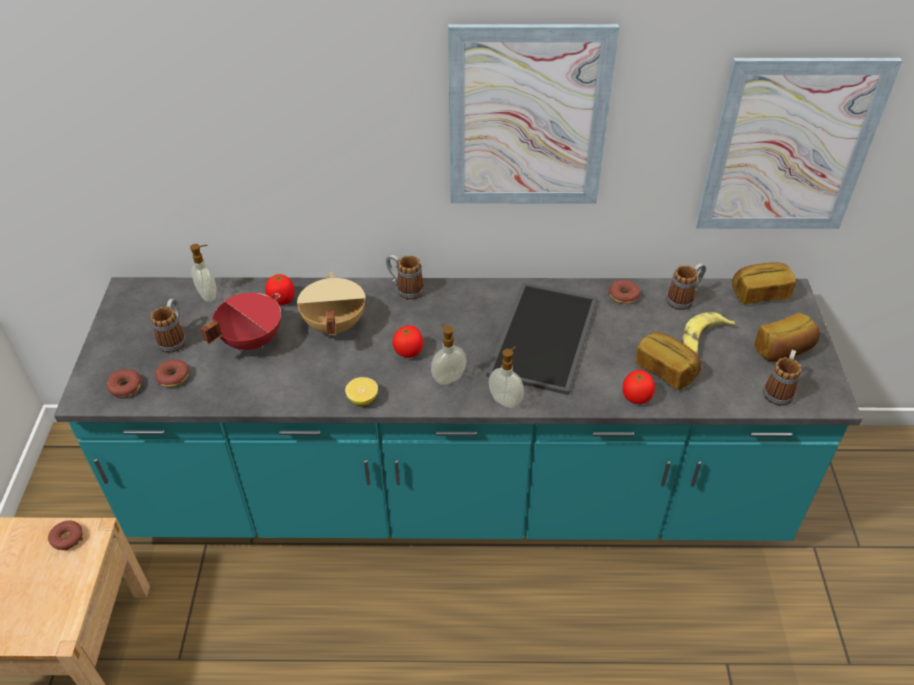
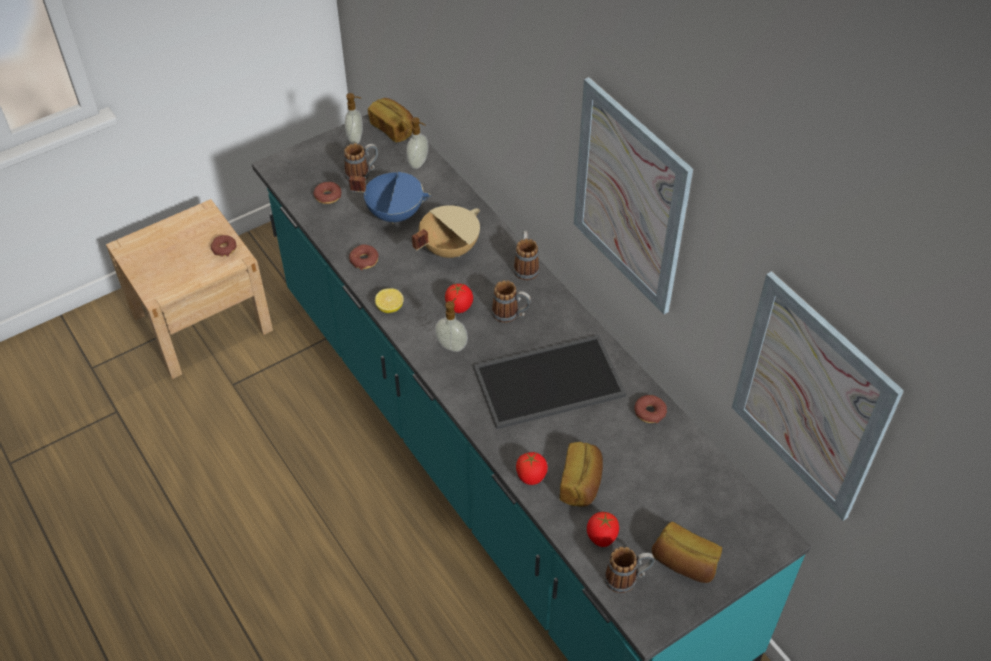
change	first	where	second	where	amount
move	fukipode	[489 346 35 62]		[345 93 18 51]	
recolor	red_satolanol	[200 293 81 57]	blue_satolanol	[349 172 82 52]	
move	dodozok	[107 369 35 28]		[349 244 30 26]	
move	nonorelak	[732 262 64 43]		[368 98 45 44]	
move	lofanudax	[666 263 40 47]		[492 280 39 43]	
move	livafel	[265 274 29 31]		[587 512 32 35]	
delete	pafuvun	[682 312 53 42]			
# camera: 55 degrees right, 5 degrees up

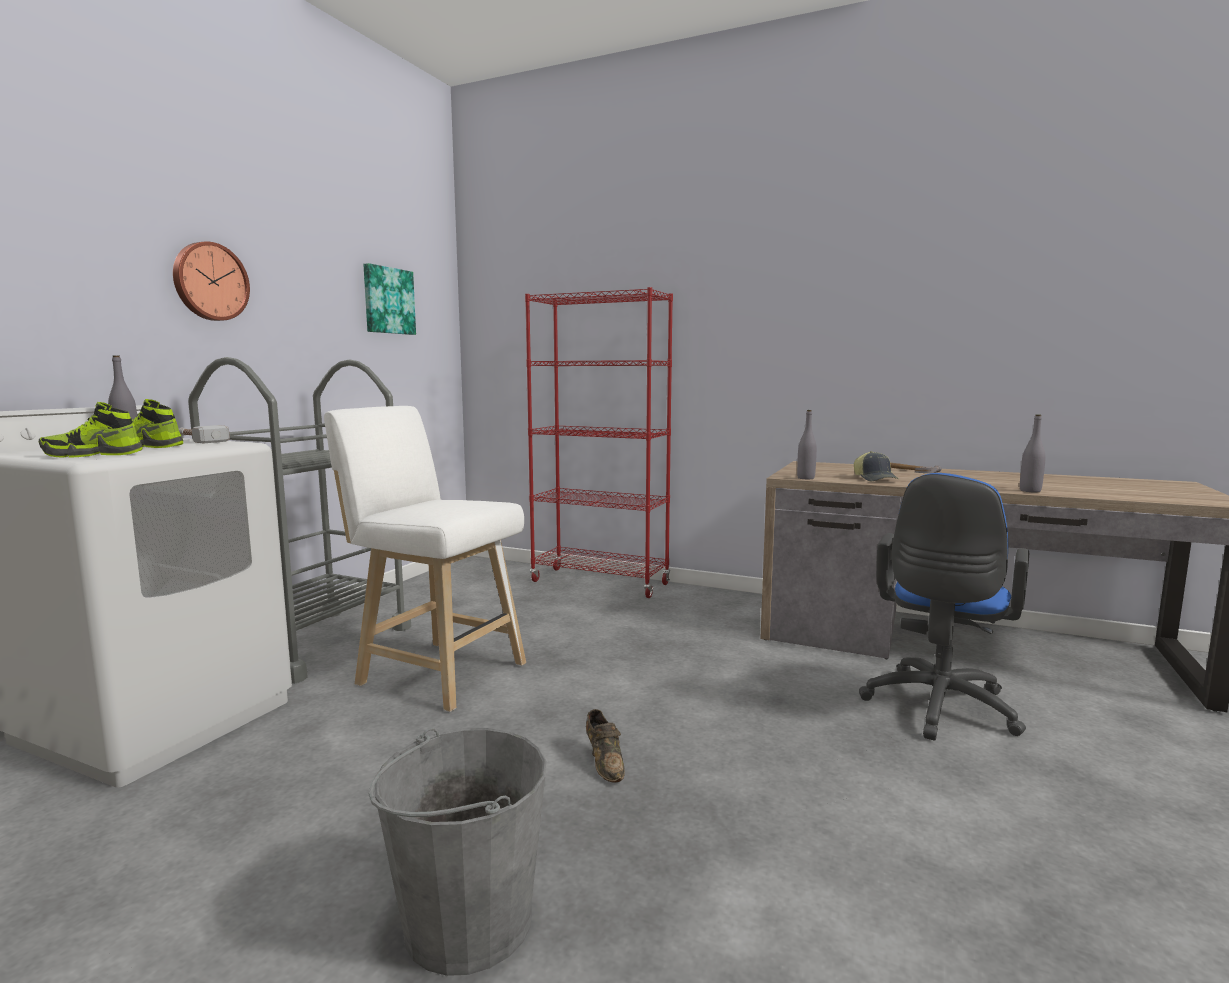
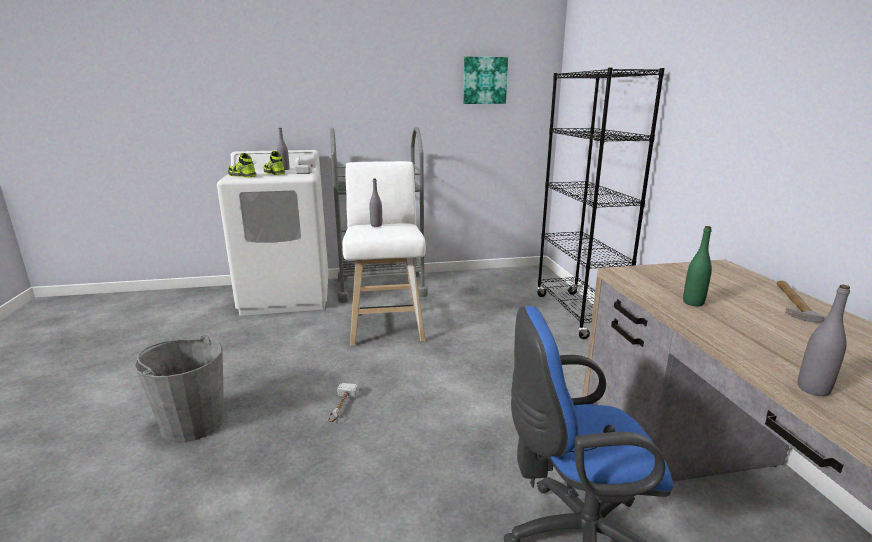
change	first	where	second	where	amount
replace	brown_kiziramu	[586 709 39 74]	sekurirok	[328 383 31 39]	
move	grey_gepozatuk	[797 410 20 69]		[370 178 12 49]	
recolor	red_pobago	[525 287 148 311]	black_pobago	[537 68 128 271]	
replace	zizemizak	[854 451 45 30]	green_gepozatuk	[683 226 29 80]	
delete	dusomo	[173 241 77 80]			
# camera: 55 degrees right, 10 degrees up

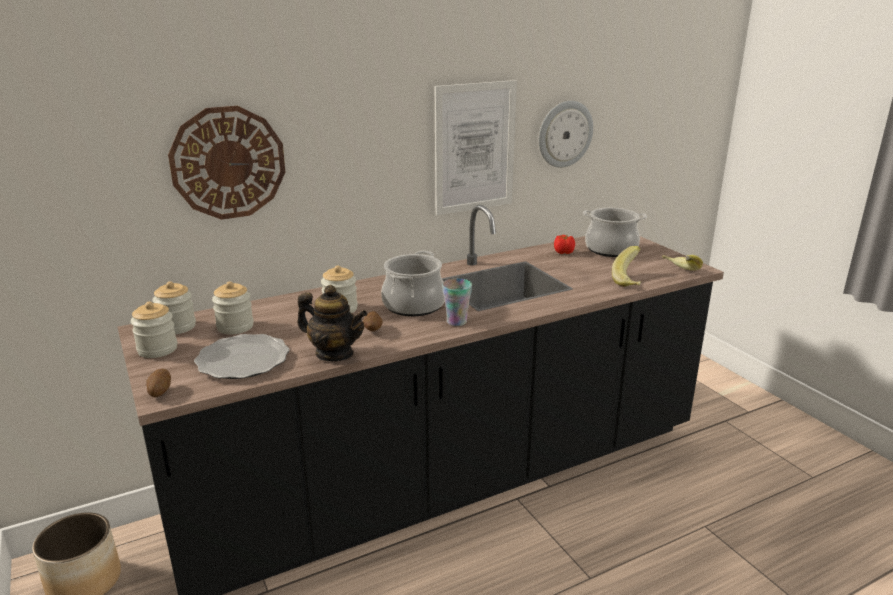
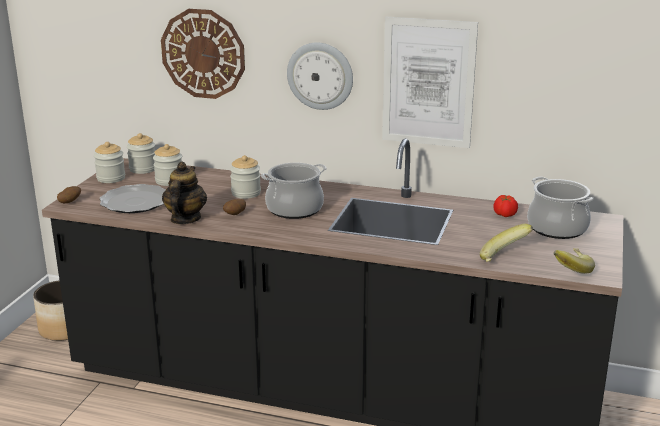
change	first	where	second	where	amount
rotate	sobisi	[297 285 71 76]		[162 162 45 62]	150 degrees counterclockwise
move	dusomo	[539 101 54 67]		[287 42 66 68]	
delete	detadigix	[442 278 30 48]			
# camera: 45 degrees right, 0 degrees up

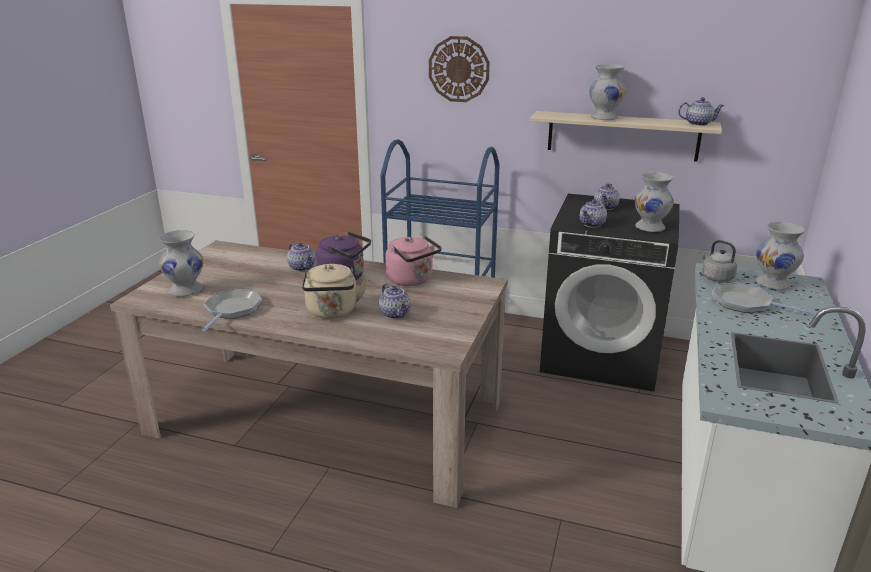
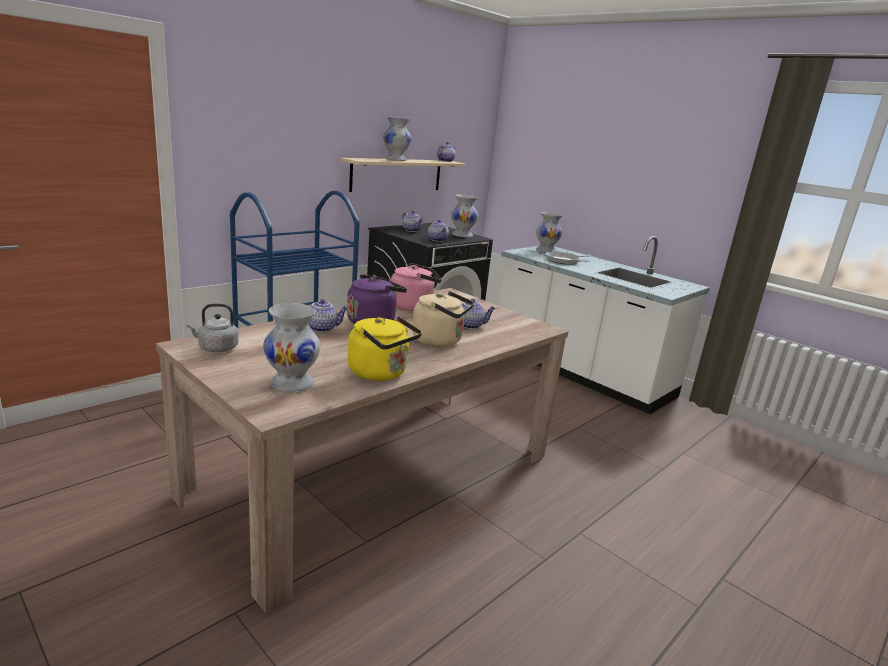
change	first	where	second	where	amount
move	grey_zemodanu	[699 240 38 42]		[187 304 52 48]	
replace	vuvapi	[202 289 60 43]	yellow_zemodanu	[348 316 74 65]	
delete	dusomo	[429 36 61 66]			
# camera: 65 degrees left, 5 degrees down

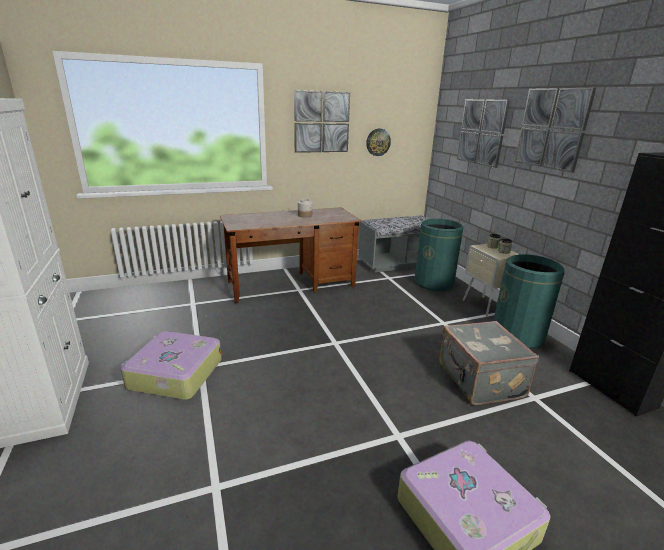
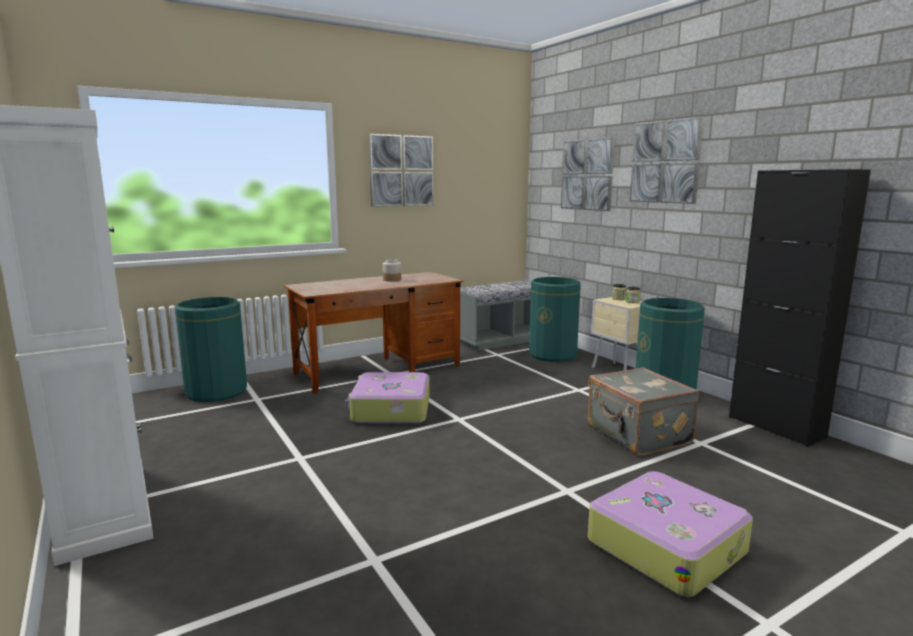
change	first	where	second	where	amount
insert			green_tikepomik	[175 297 72 105]	
move	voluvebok	[121 331 101 69]		[345 372 85 52]	
delete	dusomo	[366 129 25 27]			
# camera: 10 degrees left, 10 degrees down

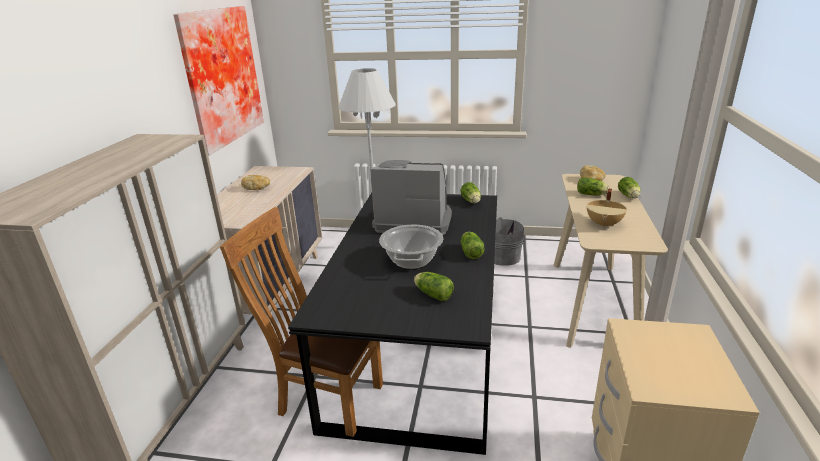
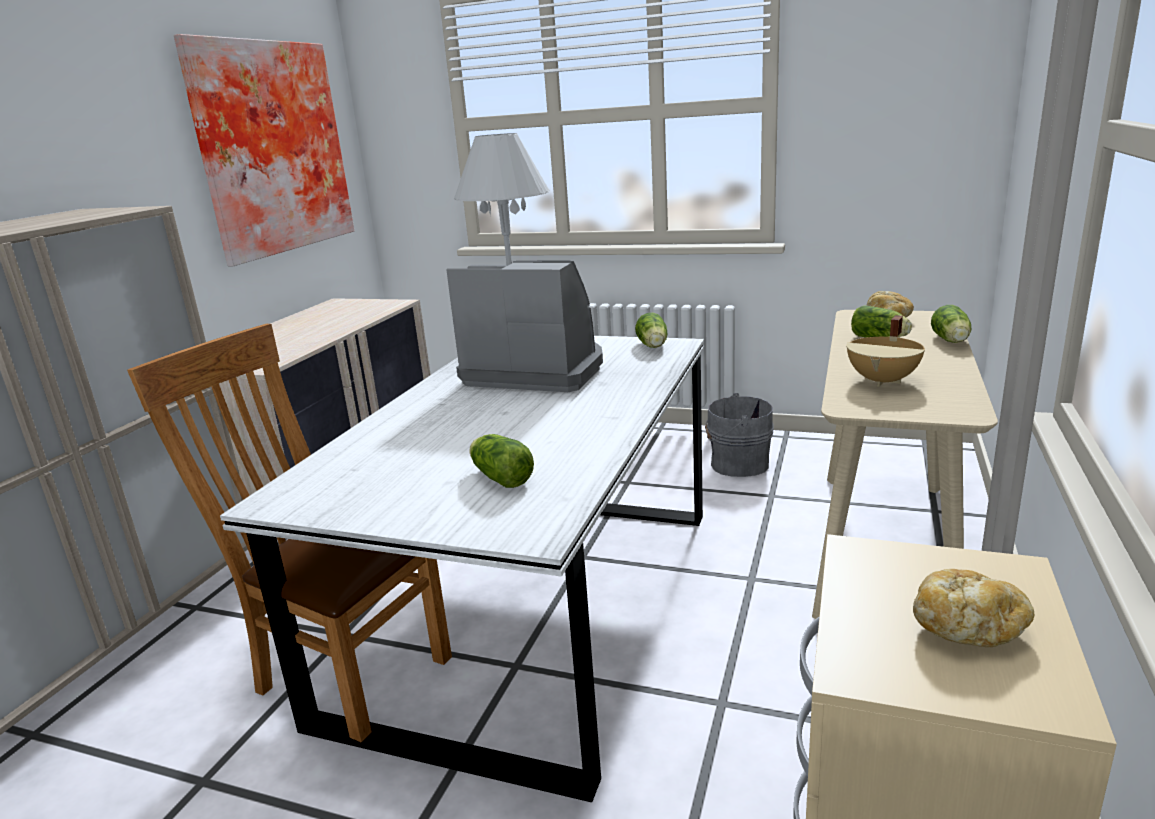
change	first	where	second	where	amount
recolor	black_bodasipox	[288 193 209 262]	white_bodasipox	[220 336 484 466]	
move	nonorelak	[241 175 29 15]		[913 569 121 78]	
delete	satolanol	[379 225 64 44]			
delete	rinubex	[461 232 24 27]			
# camera: 10 degrees right, 5 degrees down

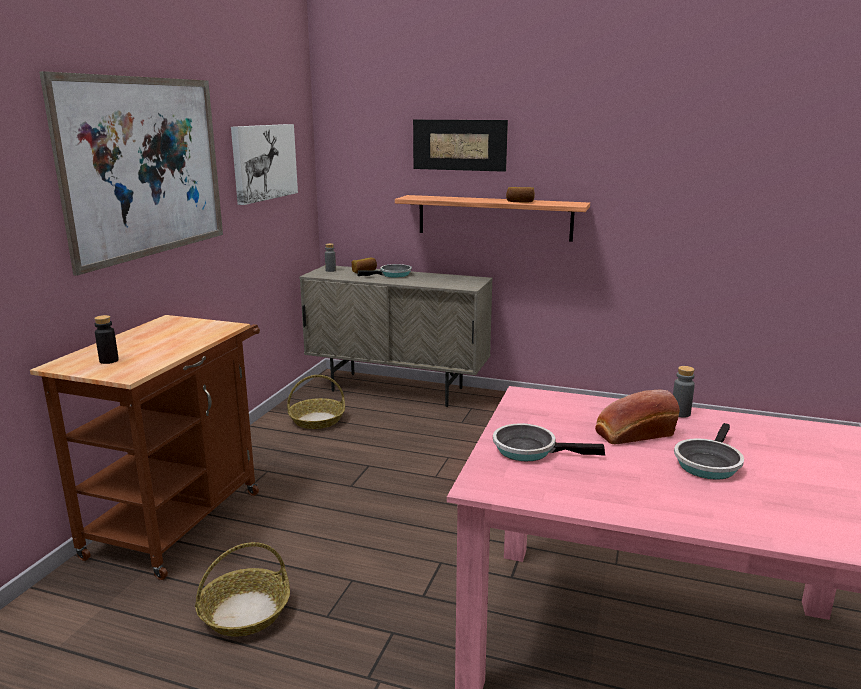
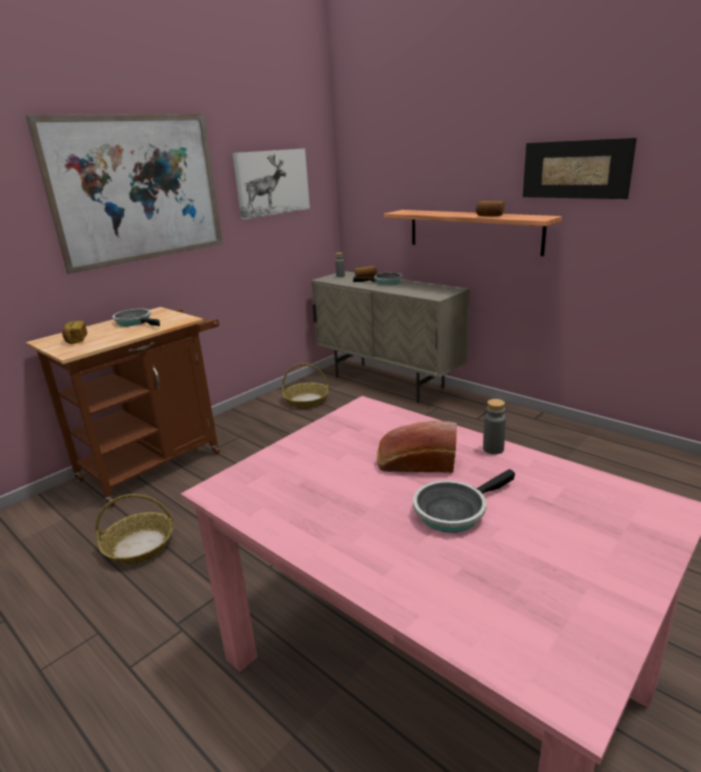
change	first	where	second	where	amount
replace	black_gepozatuk	[94 315 25 49]	nonorelak	[62 321 25 23]	
move	vuvapi	[493 423 112 38]		[112 309 48 17]	
move	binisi	[413 120 95 52]		[523 138 114 61]	
# camera: 25 degrees right, 5 degrees up

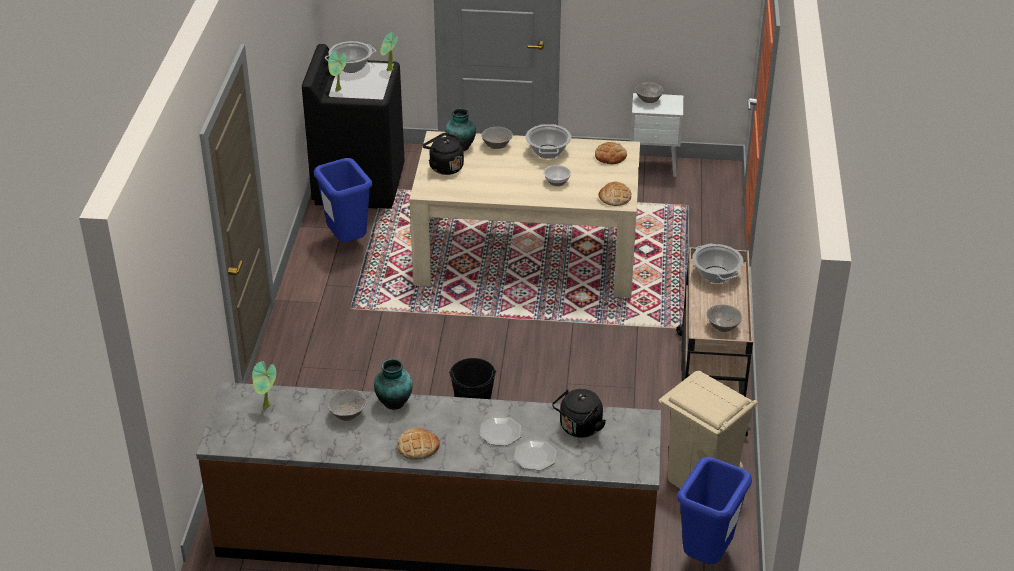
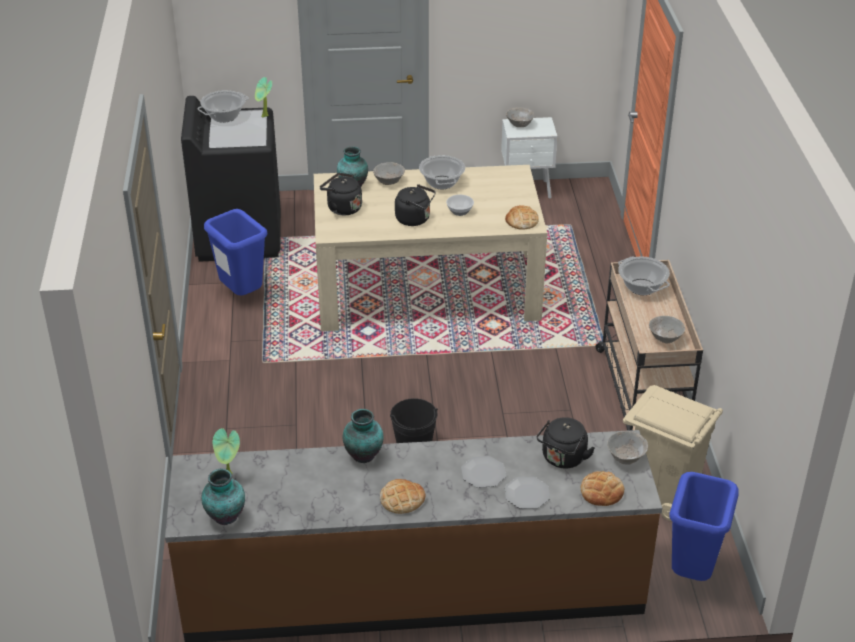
change	first	where	second	where	amount
insert			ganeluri	[201 468 44 57]	
insert			black_zemodanu	[395 184 41 42]	
move	nonorelak	[595 142 32 22]		[581 471 43 35]	
move	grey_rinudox	[328 389 39 32]		[607 431 41 34]	
delete	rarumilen	[328 51 19 41]			
# camera: 10 degrees left, 0 degrees up

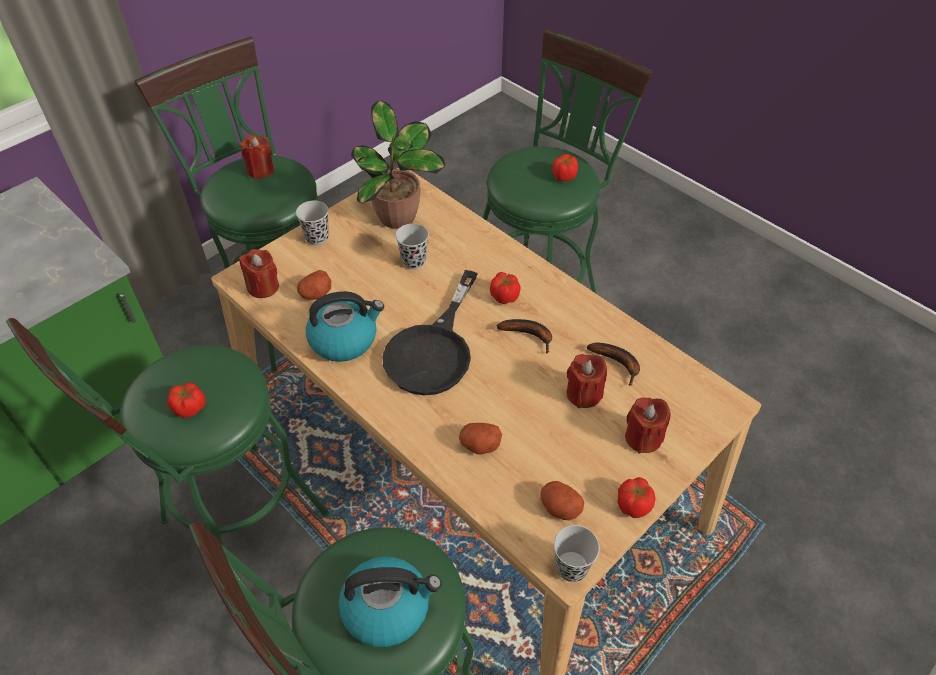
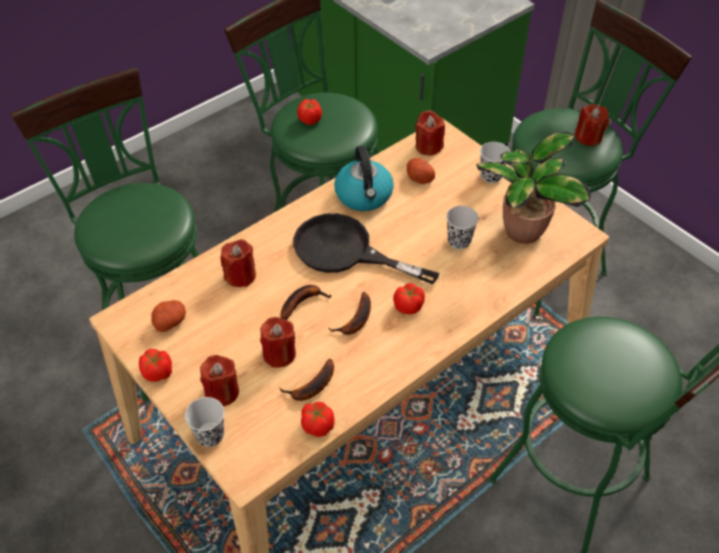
change	first	where	second	where	amount
move	black_detadigix	[554 525 46 57]		[185 397 39 50]	
replace	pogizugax	[459 423 43 31]	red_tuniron	[220 239 36 48]	
insert			pafuvun	[280 285 52 35]	
move	livafel	[552 154 26 27]		[301 402 34 35]	
delete	zemodanu	[339 557 103 90]			
# camera: 95 degrees right, 0 degrees up

